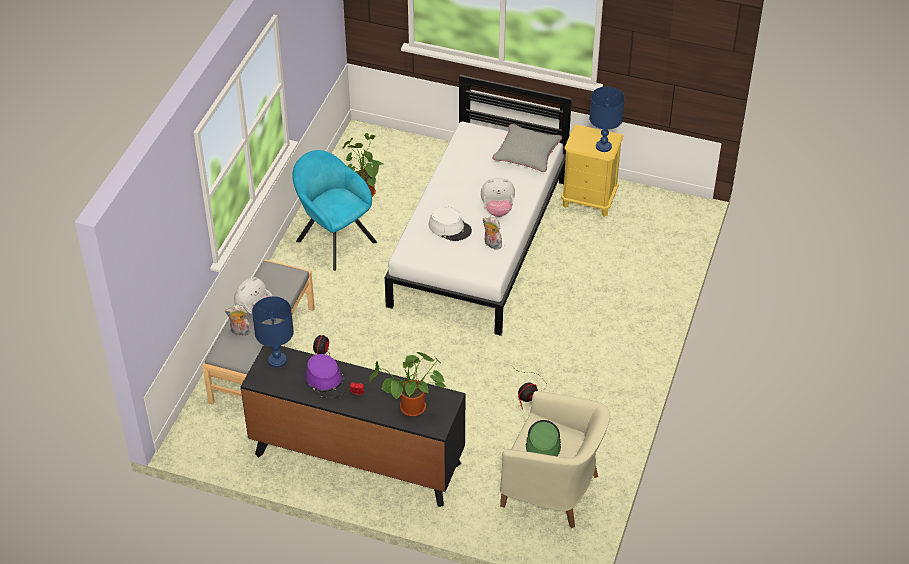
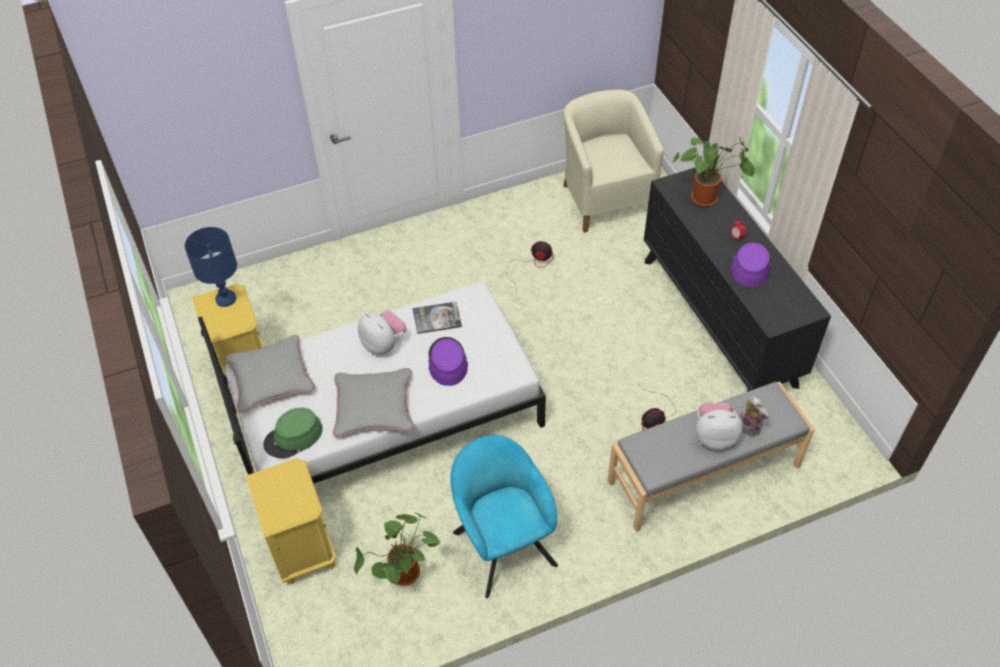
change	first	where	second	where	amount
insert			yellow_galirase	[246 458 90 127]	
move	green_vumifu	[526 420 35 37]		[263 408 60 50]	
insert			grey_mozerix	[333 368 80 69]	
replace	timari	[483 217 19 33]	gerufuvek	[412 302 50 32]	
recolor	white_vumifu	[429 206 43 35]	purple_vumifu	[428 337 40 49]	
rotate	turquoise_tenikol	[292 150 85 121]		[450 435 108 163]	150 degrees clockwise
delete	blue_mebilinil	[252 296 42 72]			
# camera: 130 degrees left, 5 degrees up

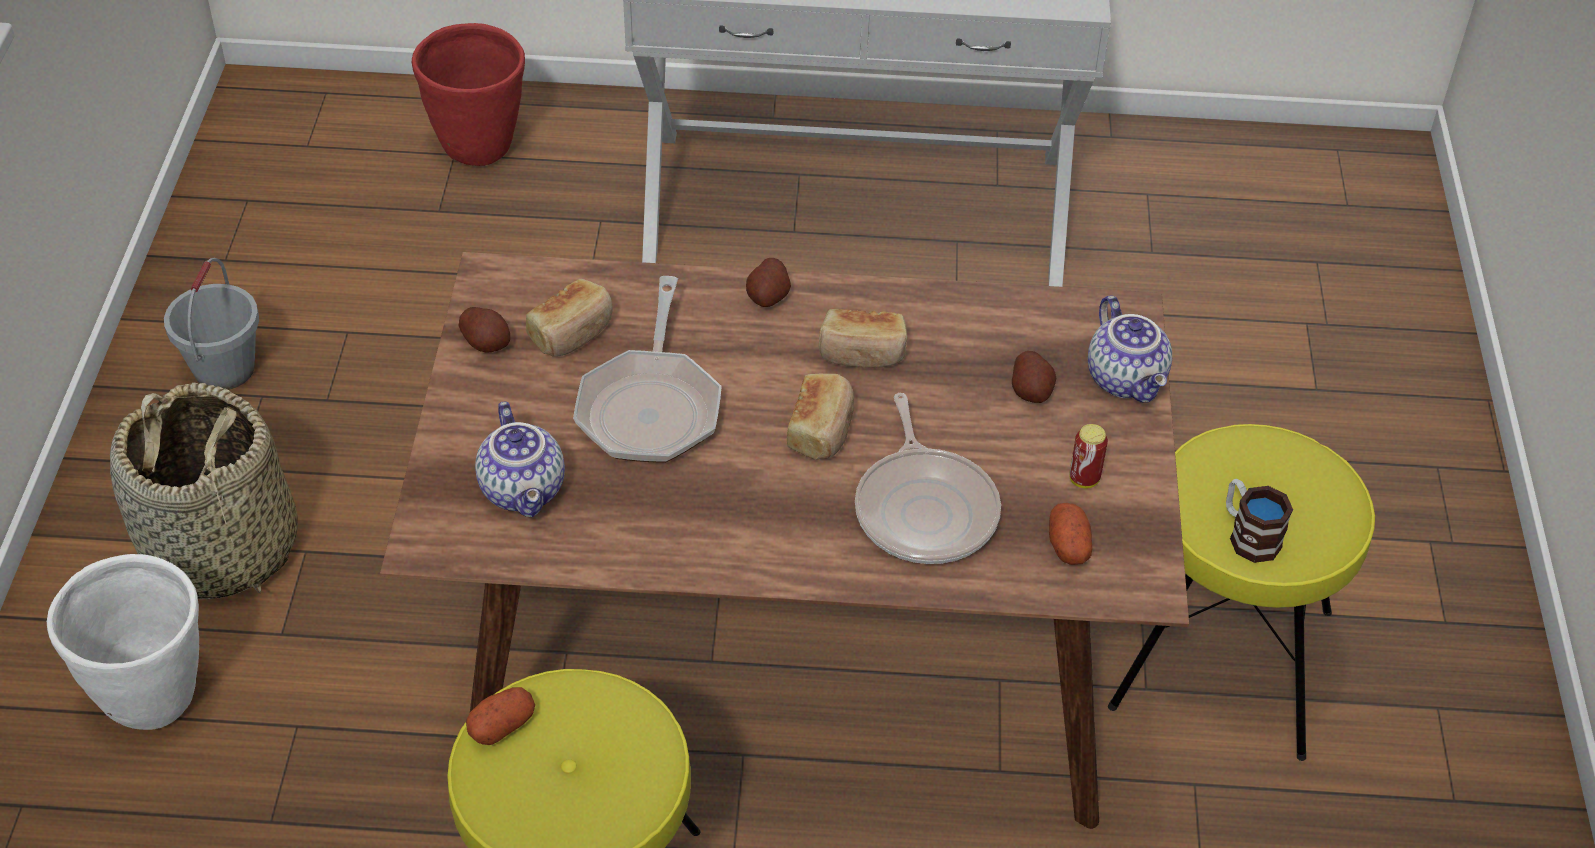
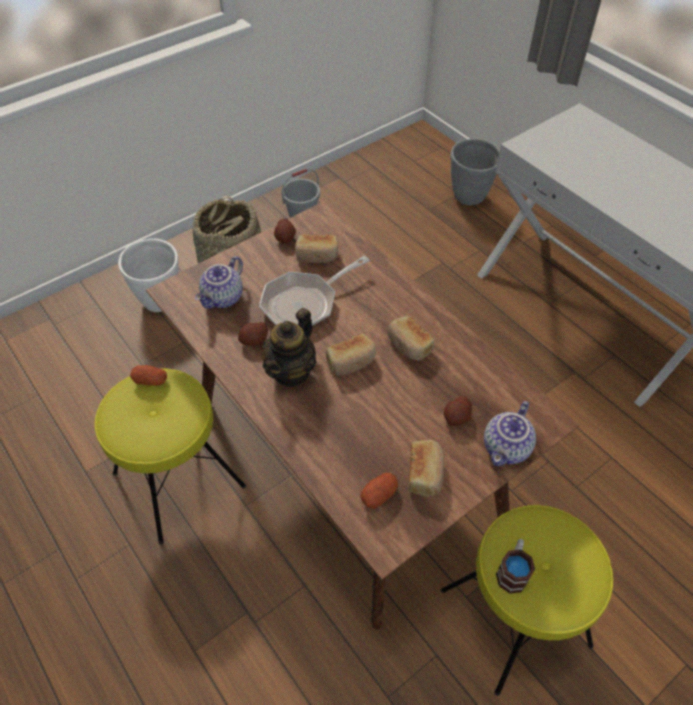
change	first	where	second	where	amount
move	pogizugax	[746 258 45 49]		[238 322 30 24]	
insert			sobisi	[262 308 55 79]	
replace	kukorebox	[1069 424 39 65]	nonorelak	[409 440 35 57]	
recolor	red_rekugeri	[412 23 113 143]	grey_rekugeri	[451 138 49 67]	
delete	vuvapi	[855 393 146 171]			
# camera: 50 degrees right, 5 degrees up

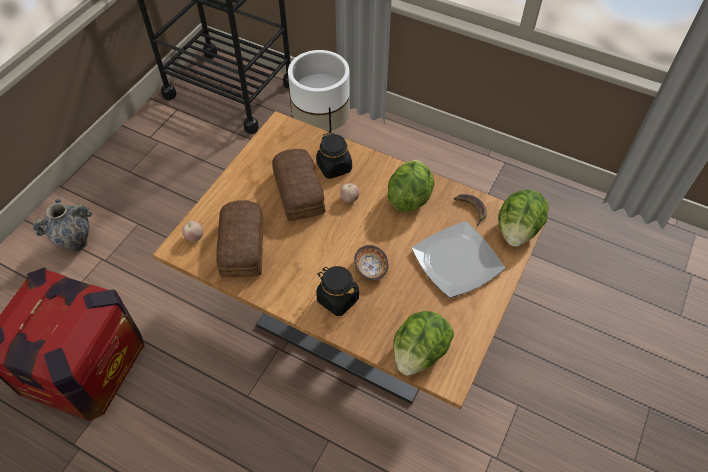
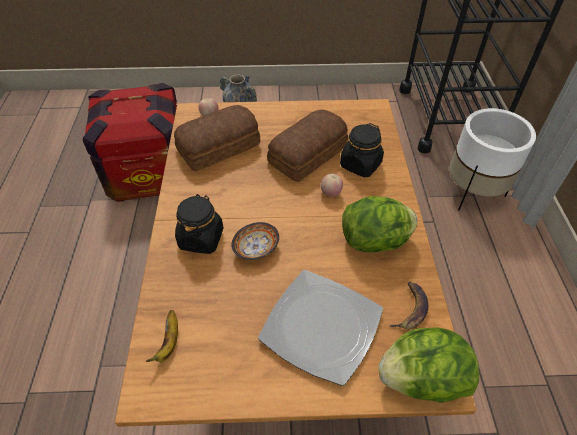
change	first	where	second	where	amount
replace	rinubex	[393 311 61 64]	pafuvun	[146 310 32 52]	
# camera: 60 degrees right, 5 degrees down

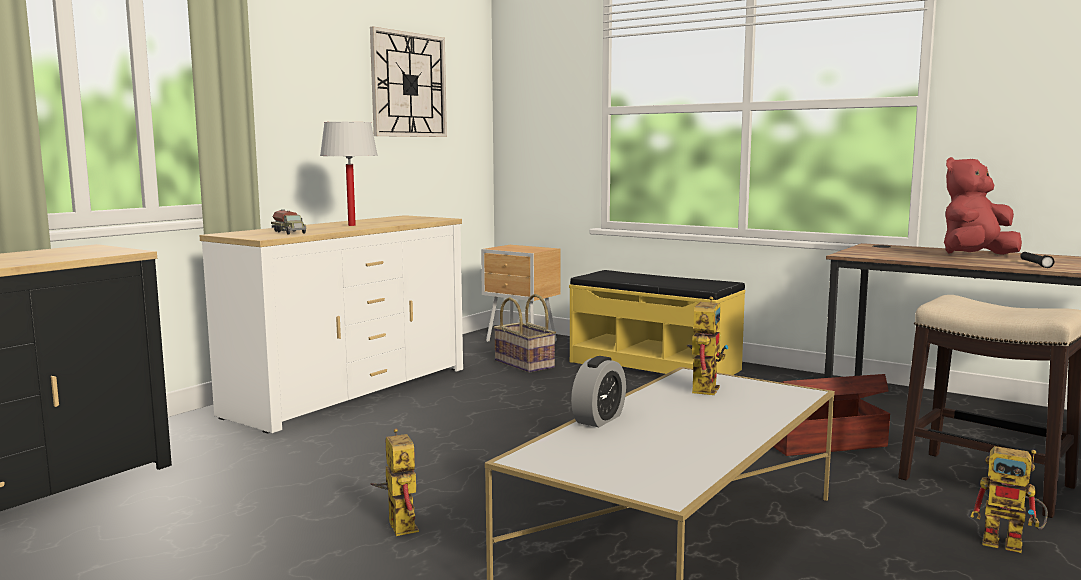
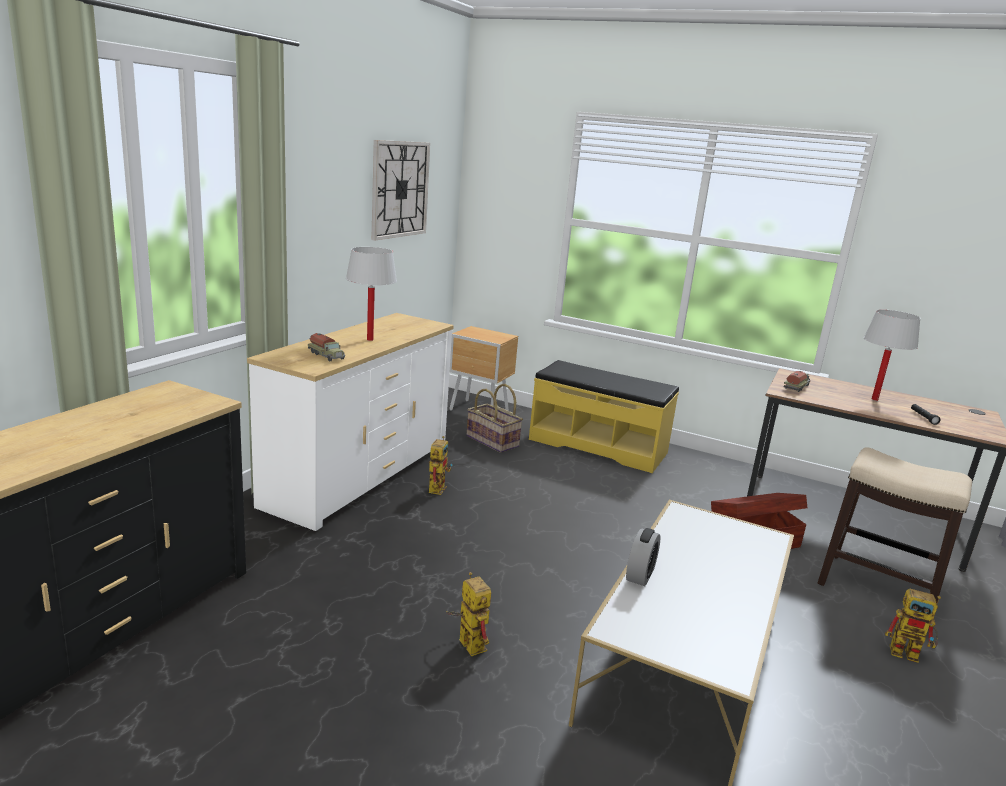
change	first	where	second	where	amount
move	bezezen	[687 296 42 99]		[429 436 24 59]	
insert			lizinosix	[784 371 26 21]	
replace	red_timari	[944 157 78 98]	white_mebilinil	[864 310 57 91]	
# camera: 10 degrees left, 10 degrees up

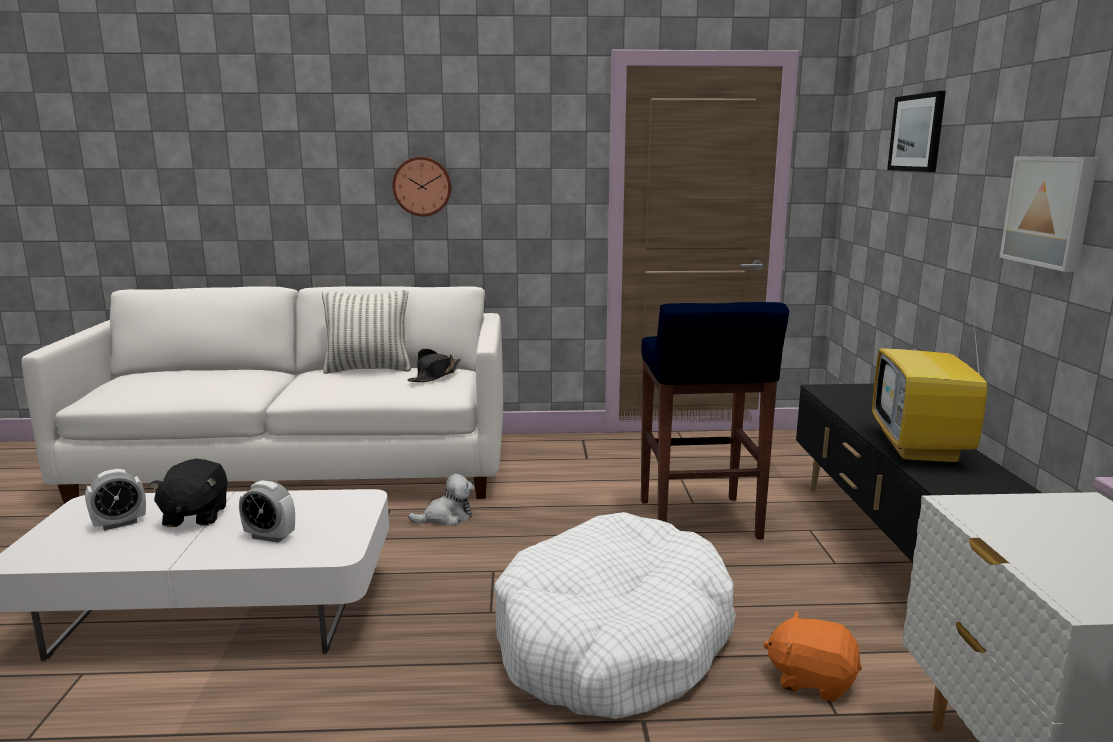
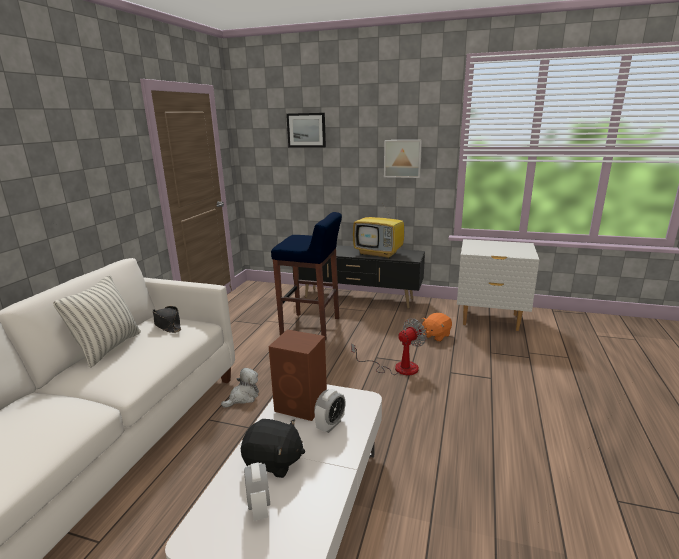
change	first	where	second	where	amount
rotate	timari	[408 474 66 52]		[221 368 38 40]	45 degrees clockwise
insert			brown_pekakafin	[269 329 58 92]	
replace	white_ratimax	[494 512 242 207]	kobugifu	[351 318 76 57]	
delete	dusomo	[392 157 60 59]			
# camera: 70 degrees left, 5 degrees up

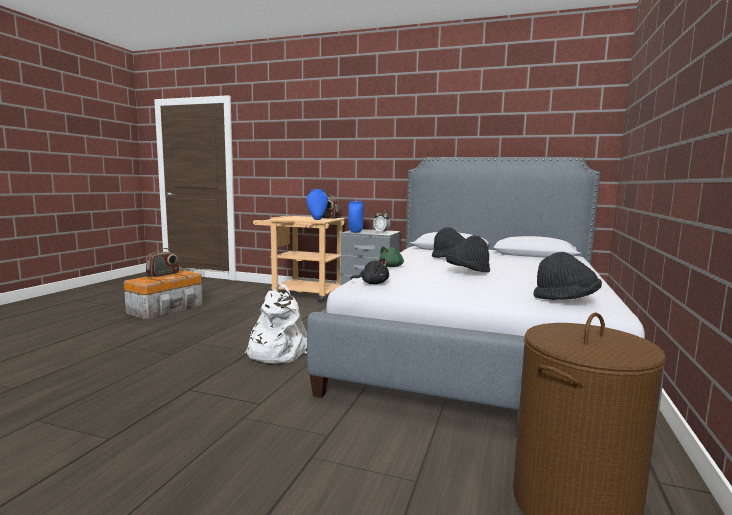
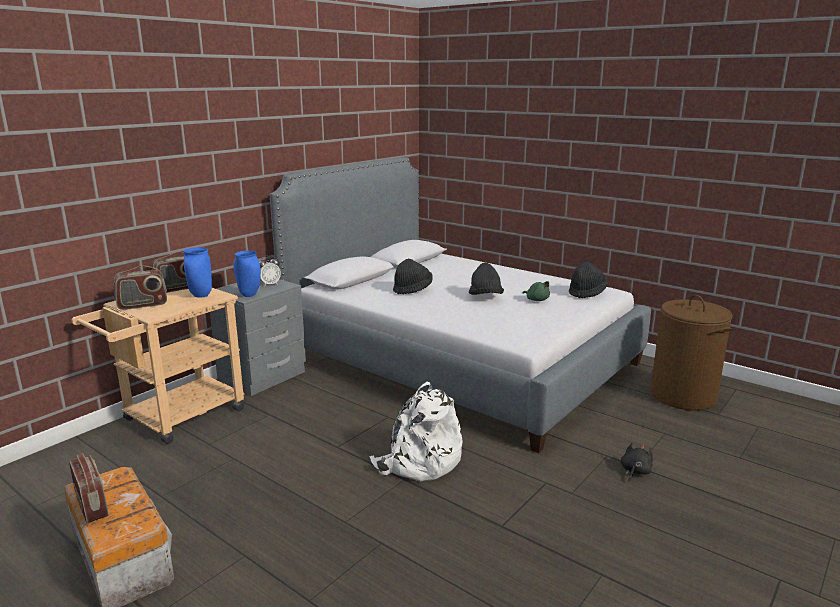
change	first	where	second	where	amount
insert			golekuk	[114 265 53 45]	
move	green_timari	[379 246 25 21]		[522 281 28 20]	
move	black_timari	[350 258 39 26]		[621 442 32 39]	
# camera: 70 degrees left, 10 degrees up

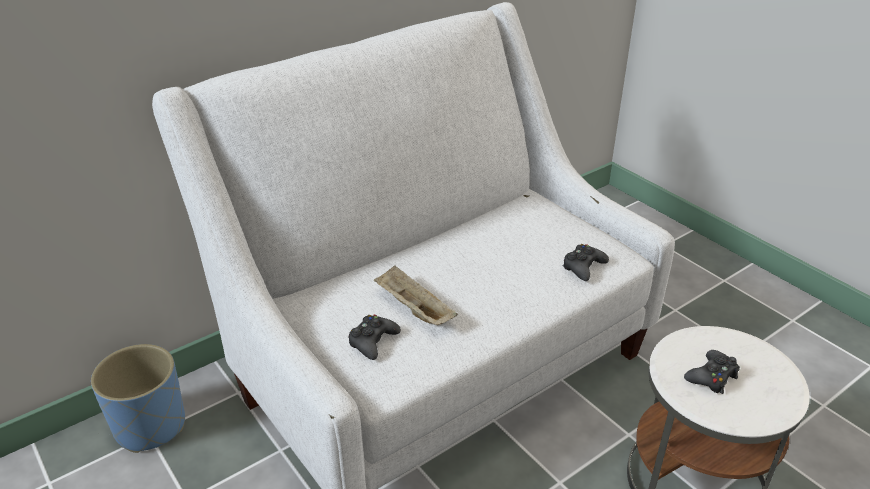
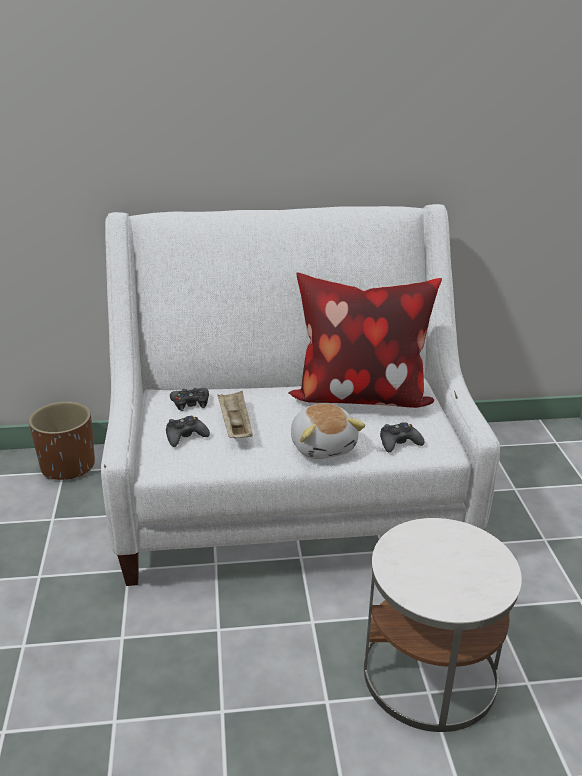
change	first	where	second	where	amount
recolor	blue_rekugeri	[91 344 94 109]	brown_rekugeri	[29 401 66 79]	
move	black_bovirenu	[684 350 56 44]		[170 388 39 23]	
insert			mozerix	[288 272 154 136]	
insert			timari	[291 404 74 55]	
# camera: 30 degrees right, 5 degrees down

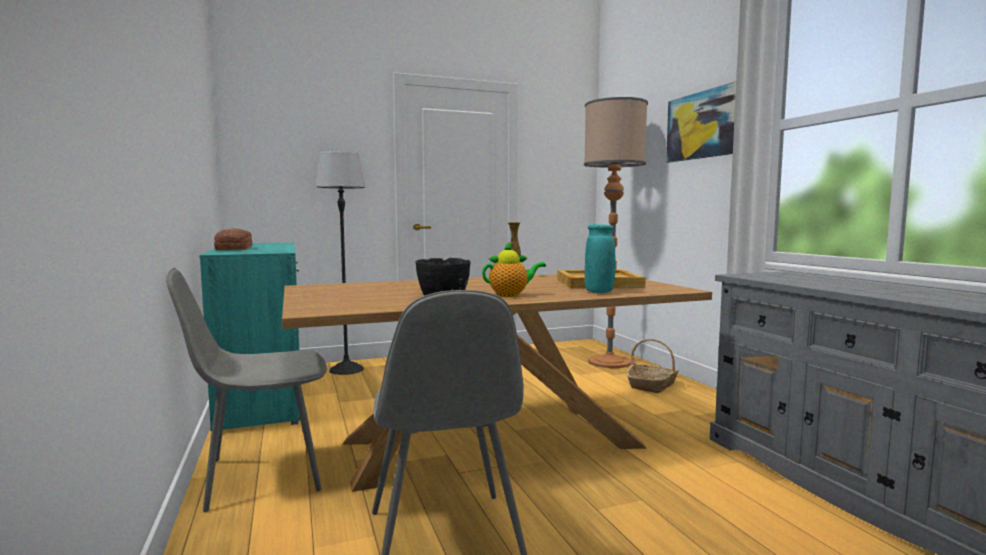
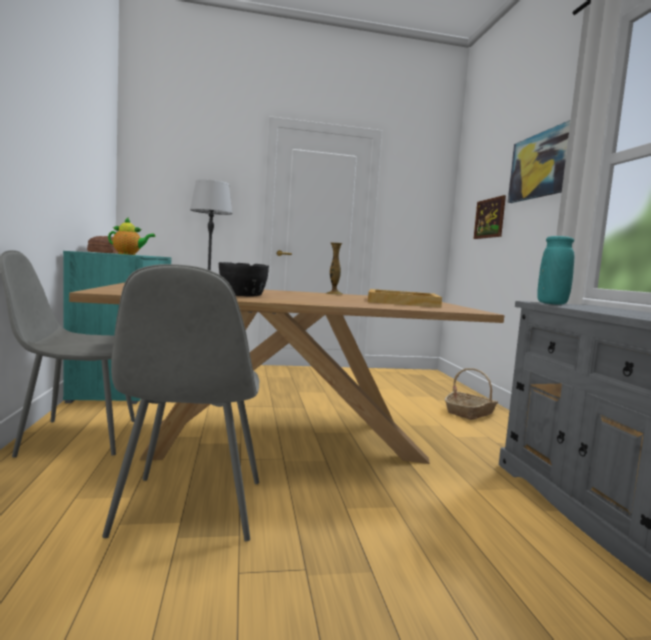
change	first	where	second	where	amount
move	sobisi	[482 242 64 55]		[108 217 48 38]	
insert			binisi	[473 195 33 44]	
move	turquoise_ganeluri	[585 224 30 69]		[537 236 37 69]	
delete	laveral	[584 97 64 271]			
# camera: 10 degrees right, 0 degrees up

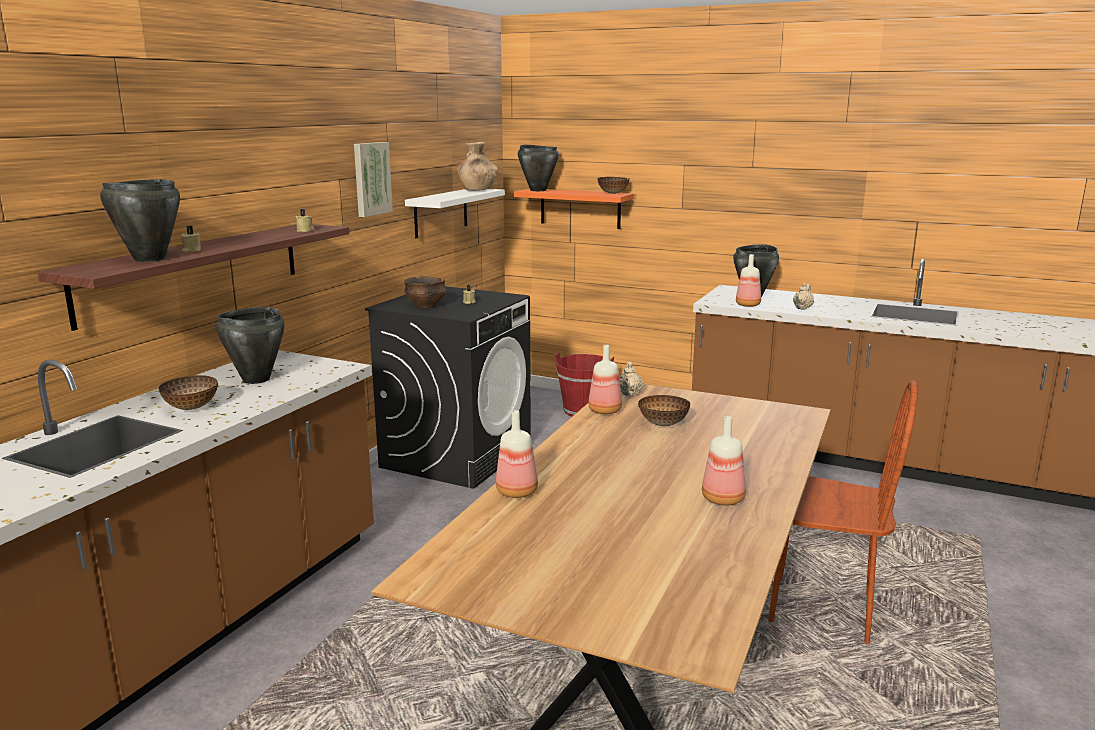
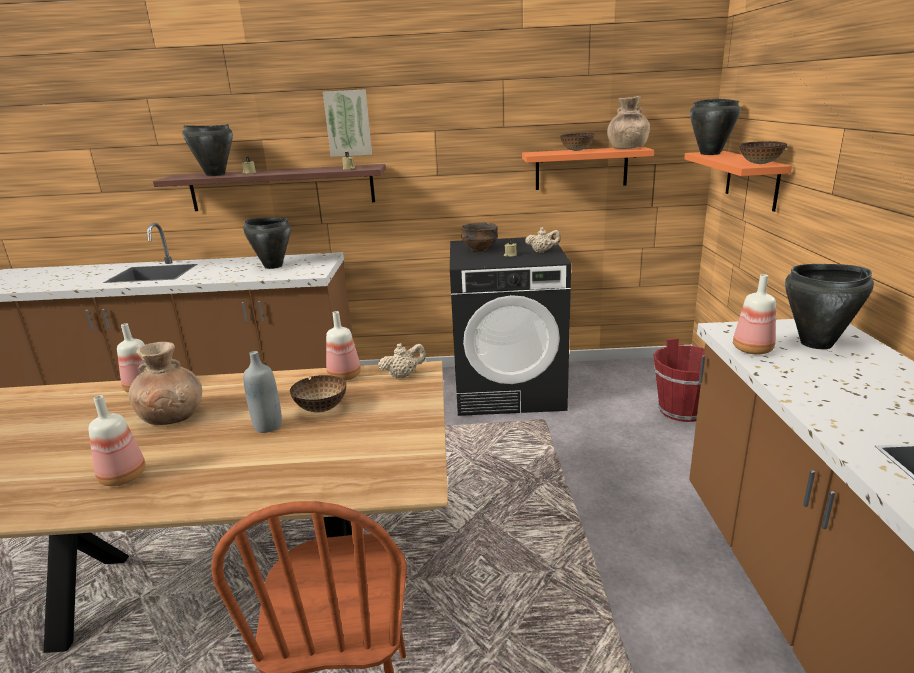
change	first	where	second	where	amount
insert			brown_ganeluri	[129 342 73 83]	
insert			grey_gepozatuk	[243 351 39 82]	
move	binisi	[354 142 39 75]		[323 89 49 68]	
recolor	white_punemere	[405 189 100 49]	orange_punemere	[522 146 132 44]	
move	beige_sobisi	[793 283 21 27]		[525 227 36 25]	
move	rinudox	[158 375 60 35]		[560 133 35 18]	
# camera: 65 degrees right, 5 degrees up

